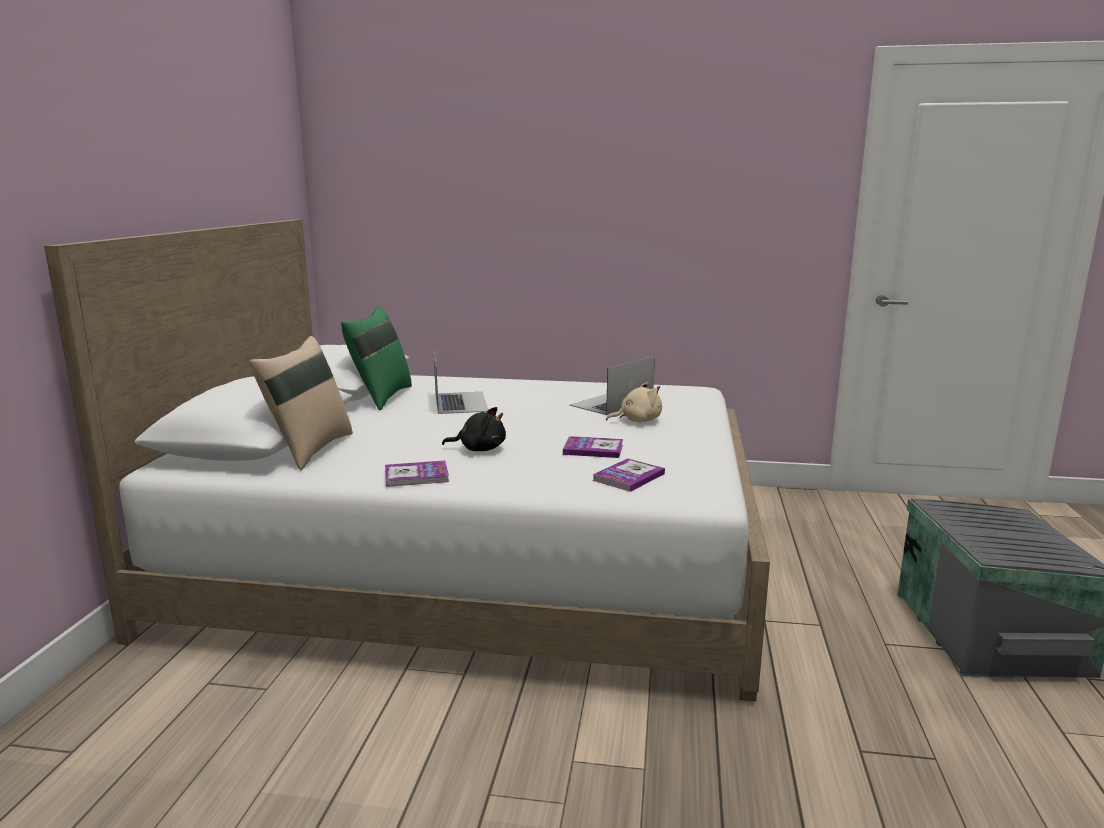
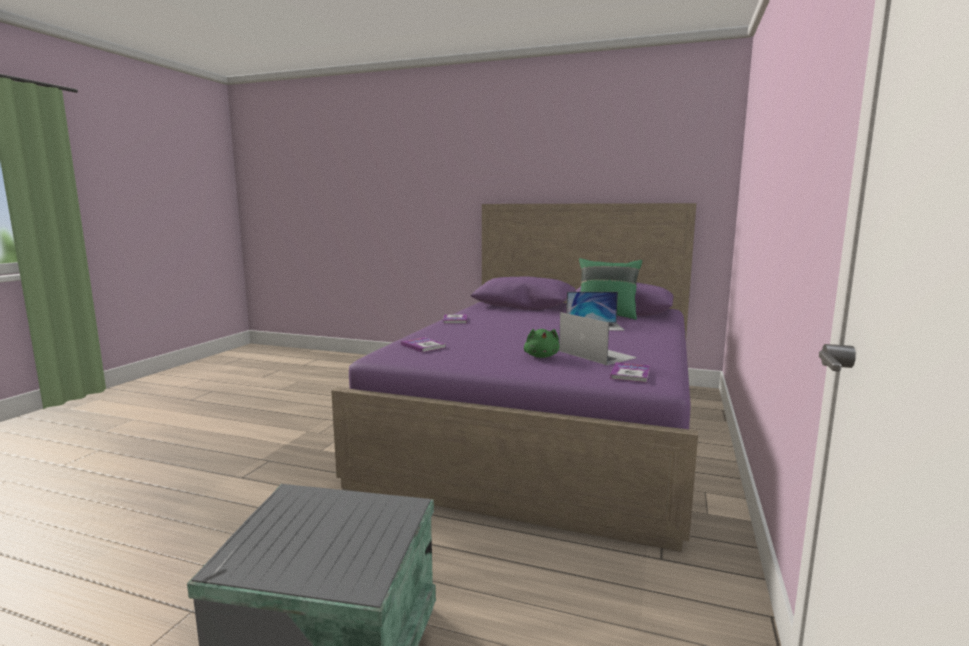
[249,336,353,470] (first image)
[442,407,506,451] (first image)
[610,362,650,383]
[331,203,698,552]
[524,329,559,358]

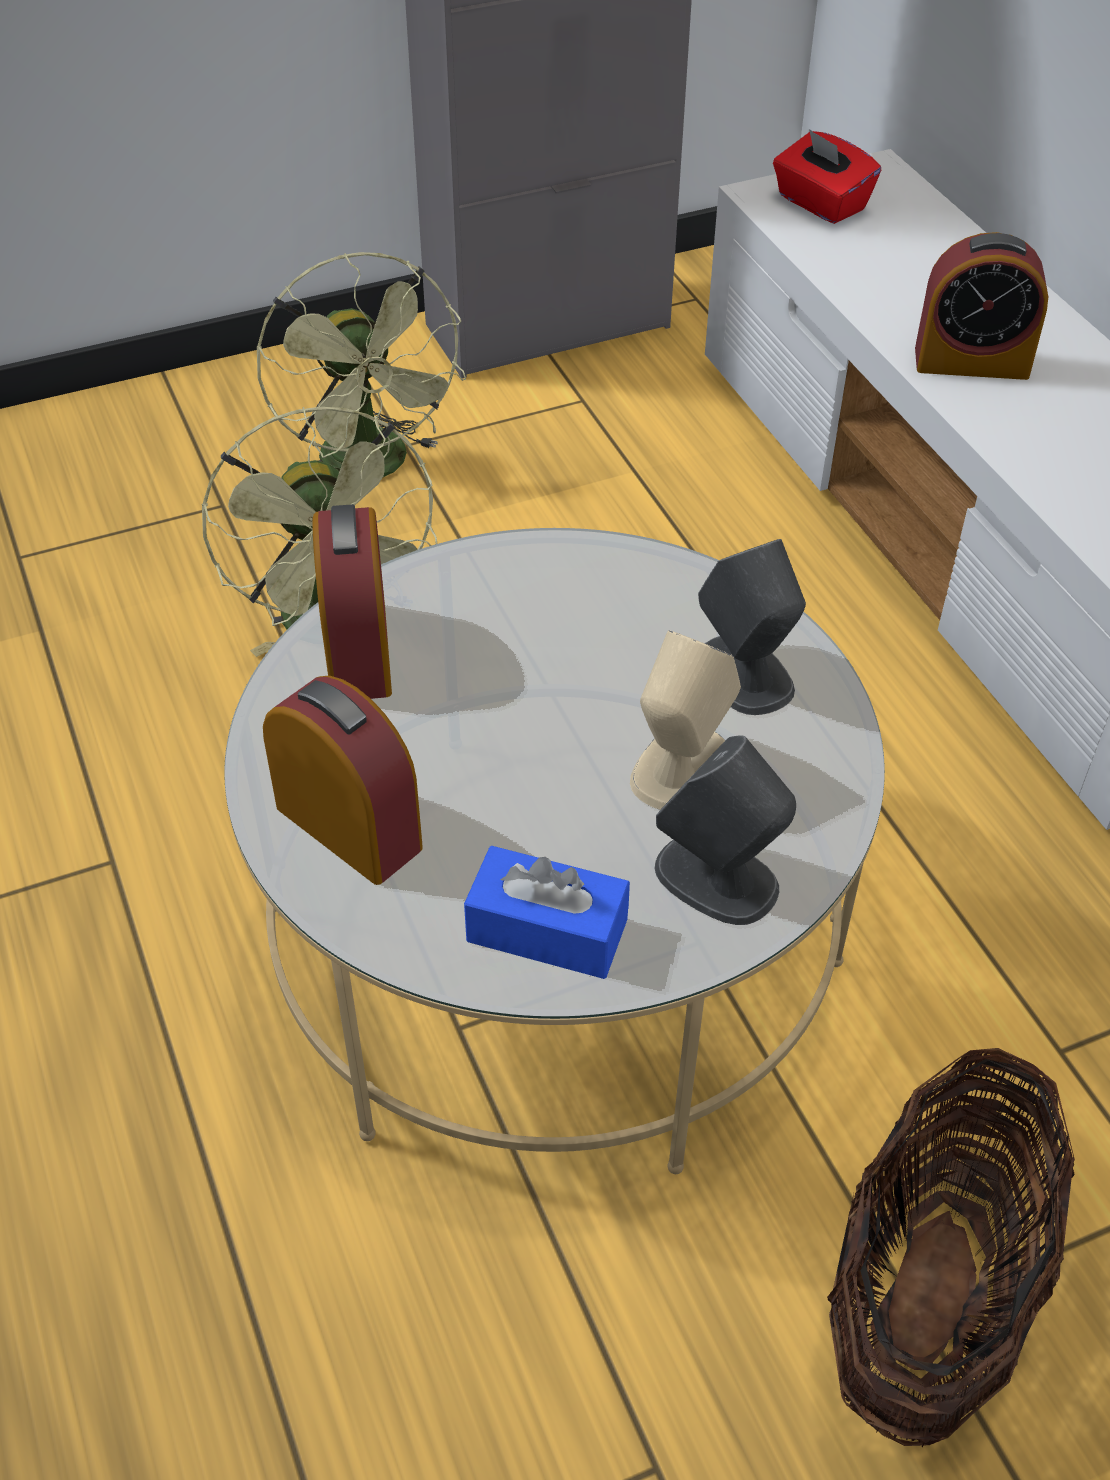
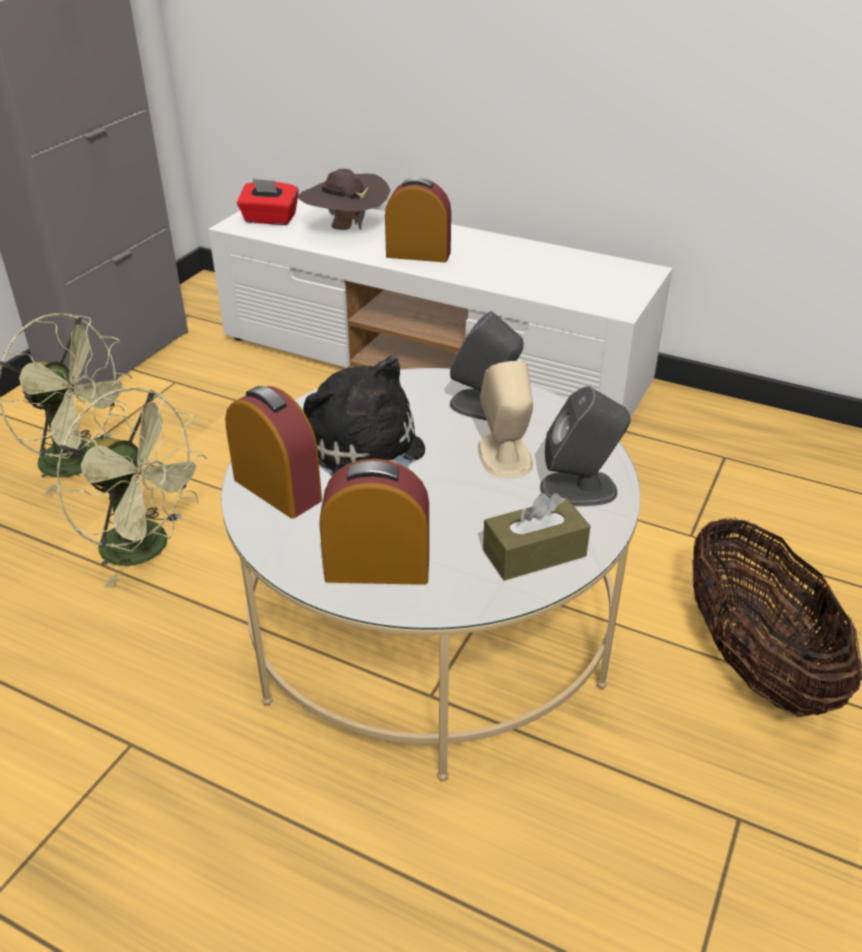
[297,169,391,230]
[303,356,425,476]
[483,493,591,580]
[385,177,451,262]

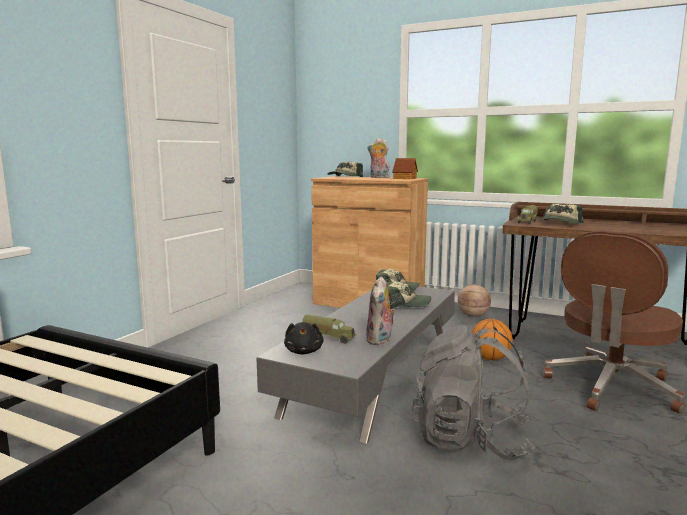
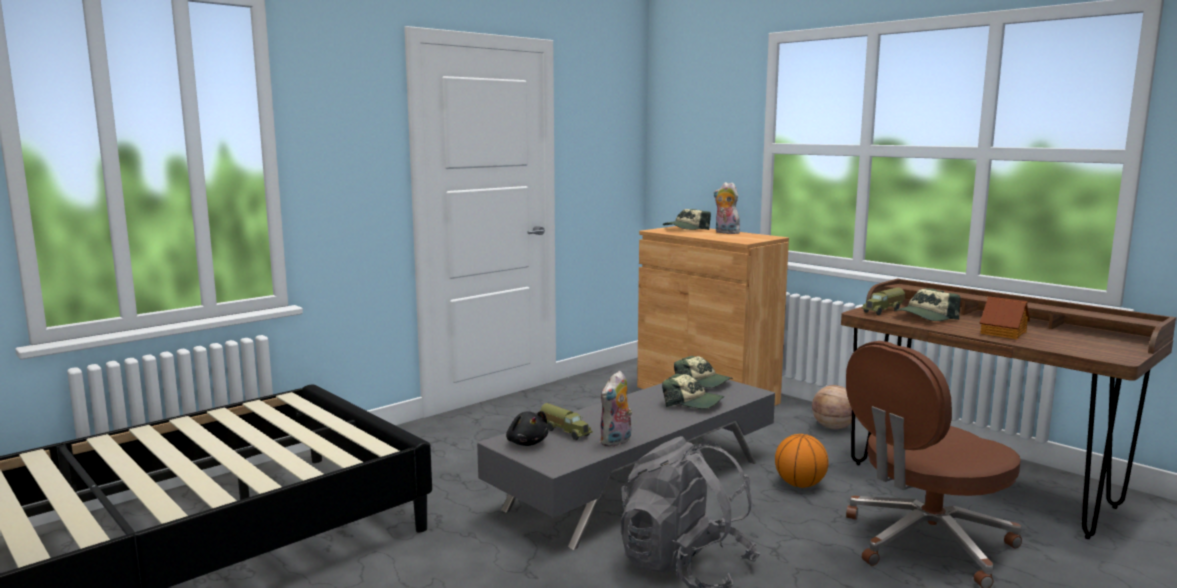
[980,296,1030,340]
[506,411,548,446]

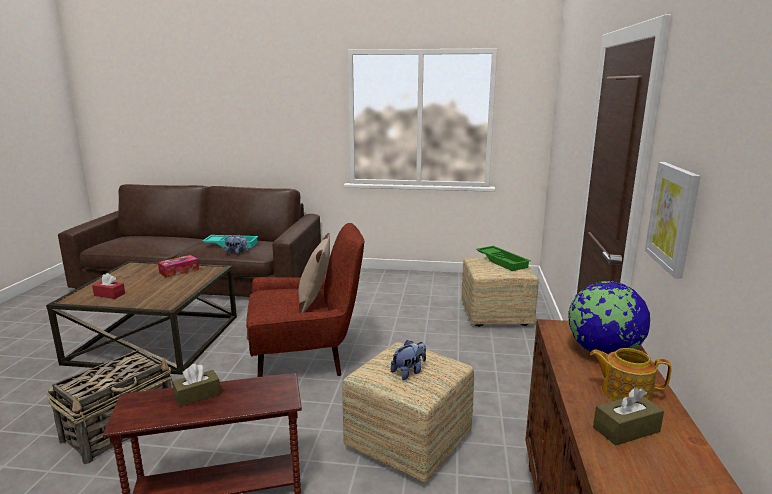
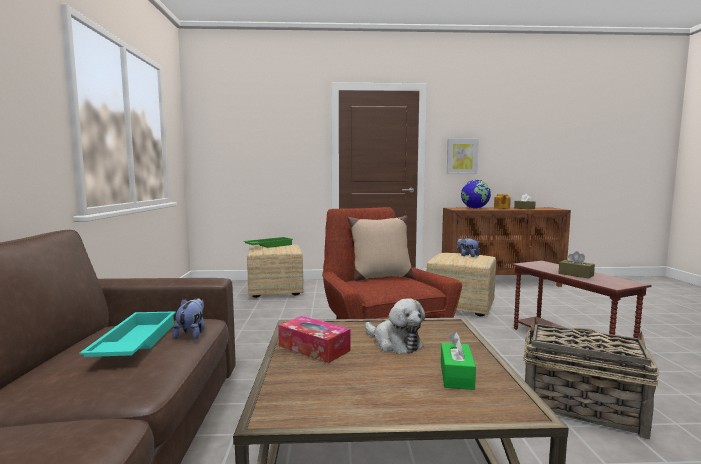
[365,298,425,354]
[441,332,476,390]

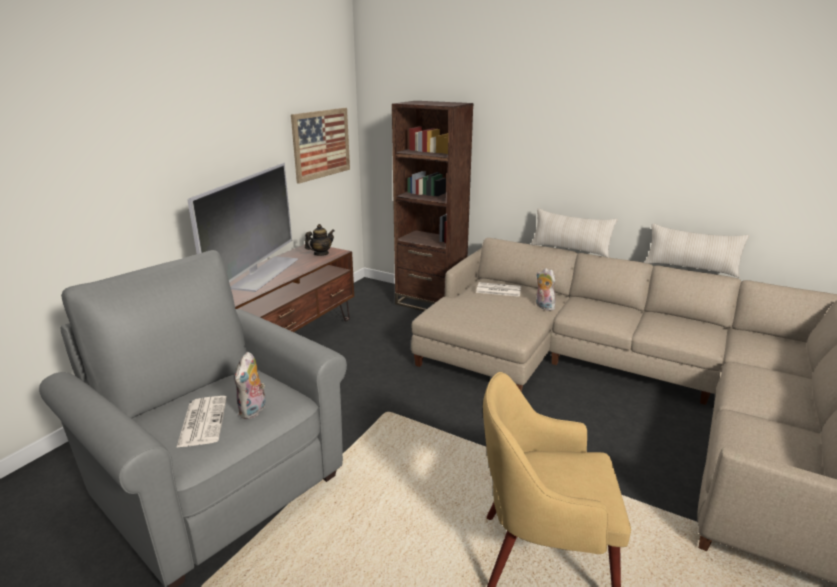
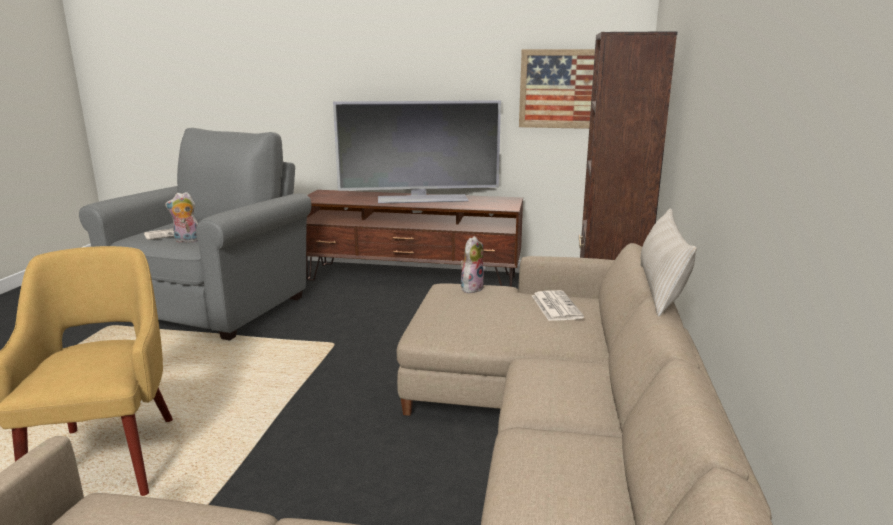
[305,224,335,256] (first image)
[644,223,750,278] (first image)
[460,236,484,293]

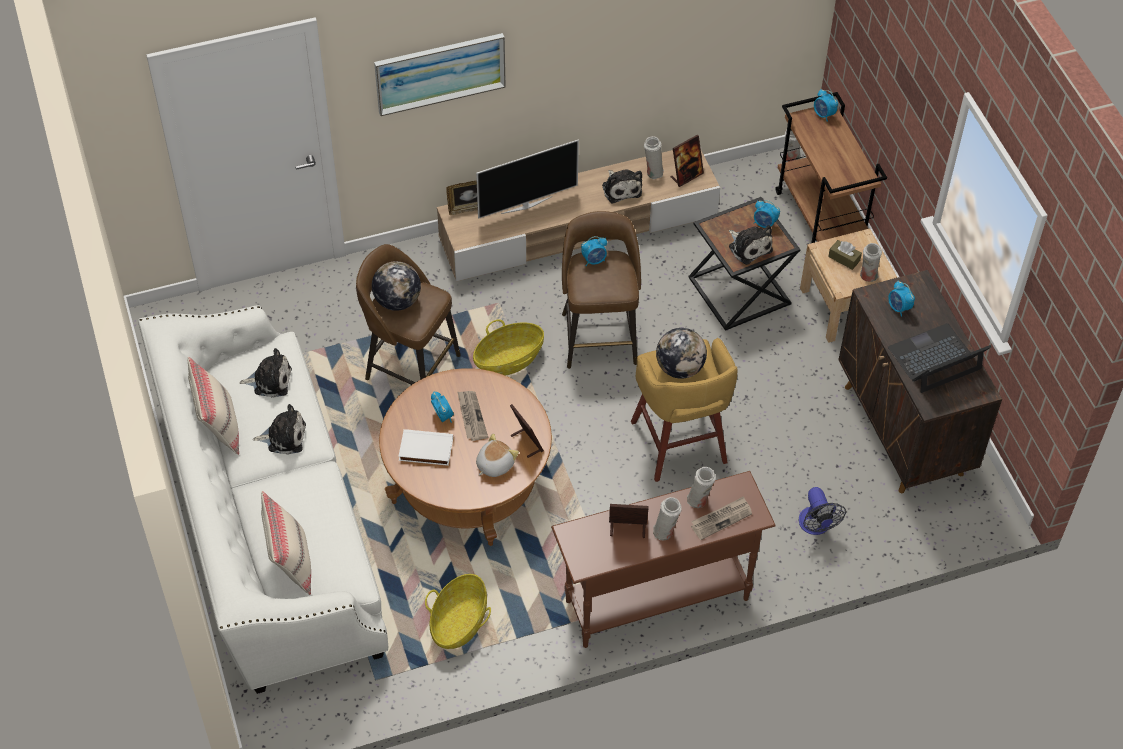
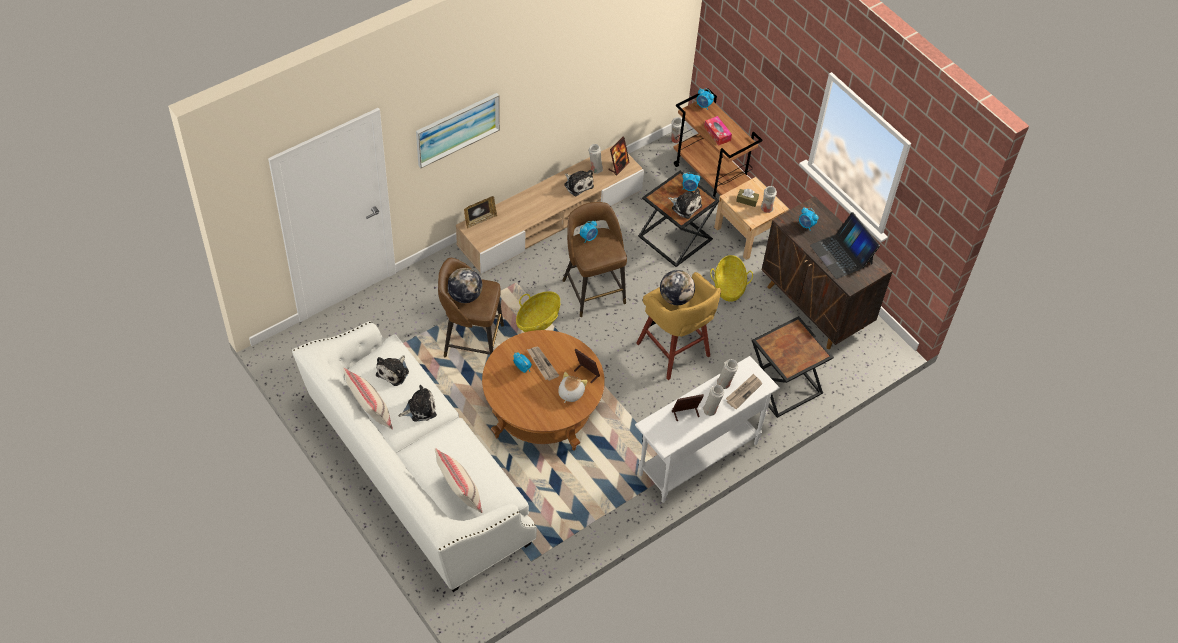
[398,429,453,466] (first image)
[476,140,579,219] (first image)
[704,116,732,146]
[710,255,753,302]
[752,316,834,418]
[635,356,780,503]
[376,355,409,386]
[810,212,880,279]

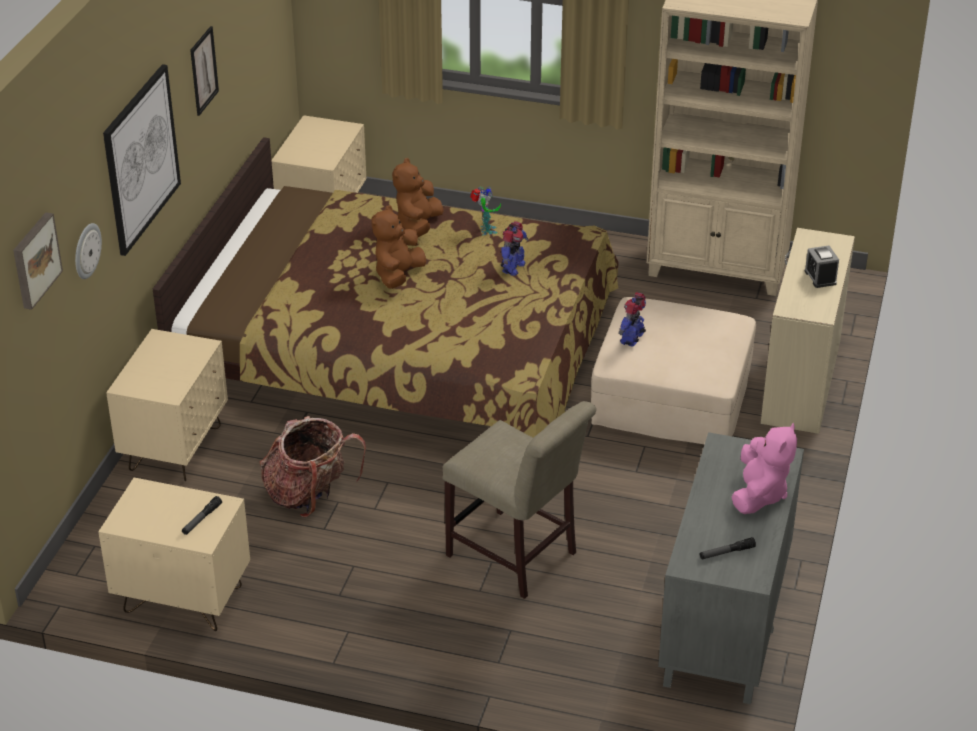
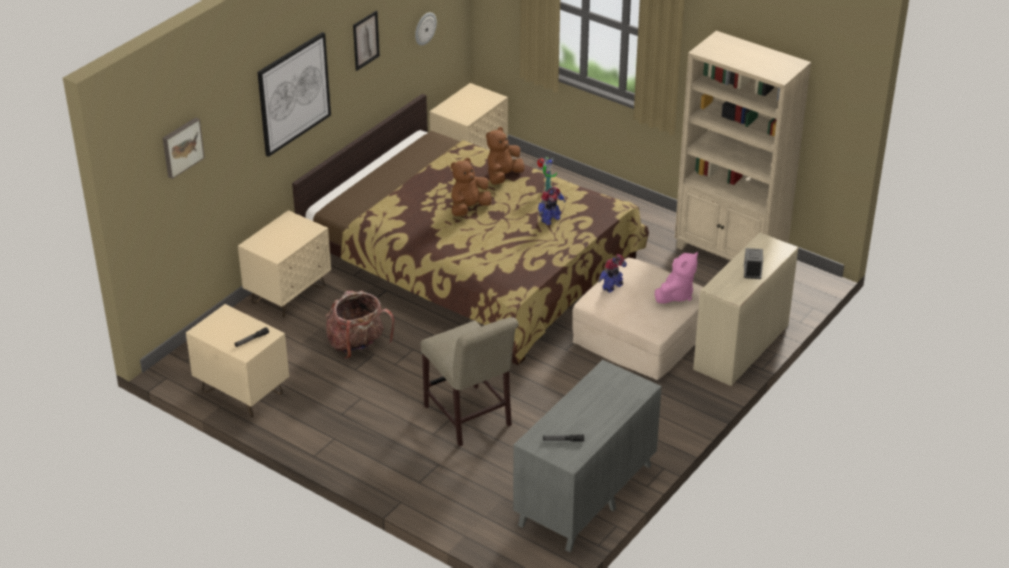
[415,12,437,45]
[655,252,698,304]

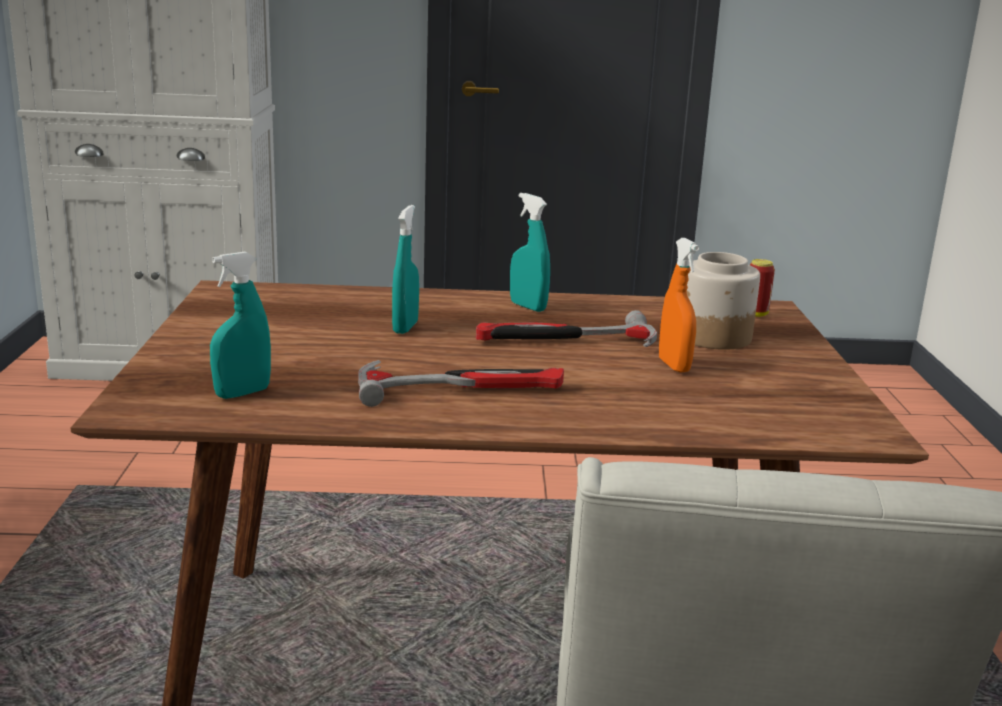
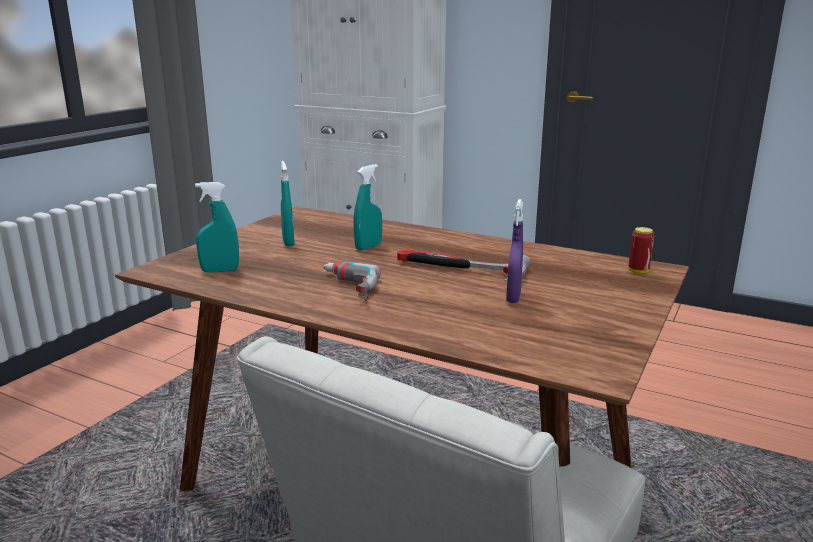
[687,252,760,350] (first image)
[281,161,295,247]
[323,261,381,301]
[506,199,523,303]

